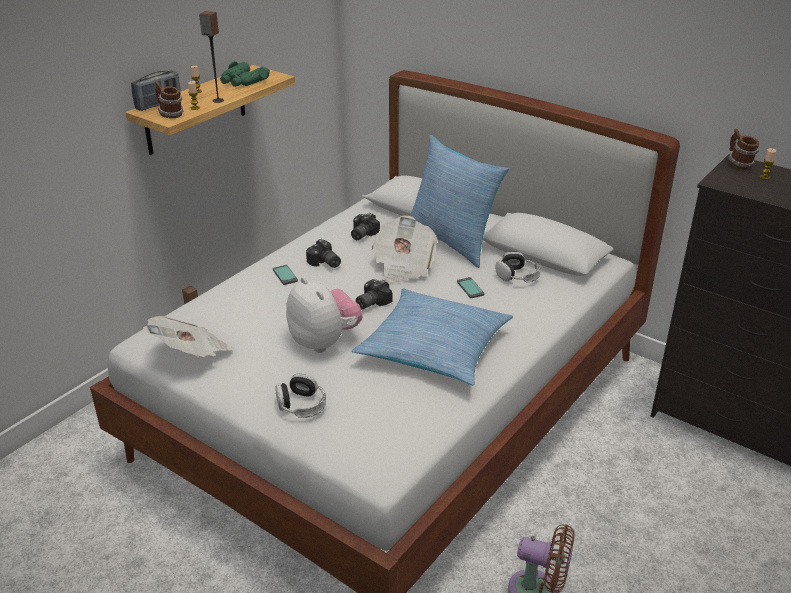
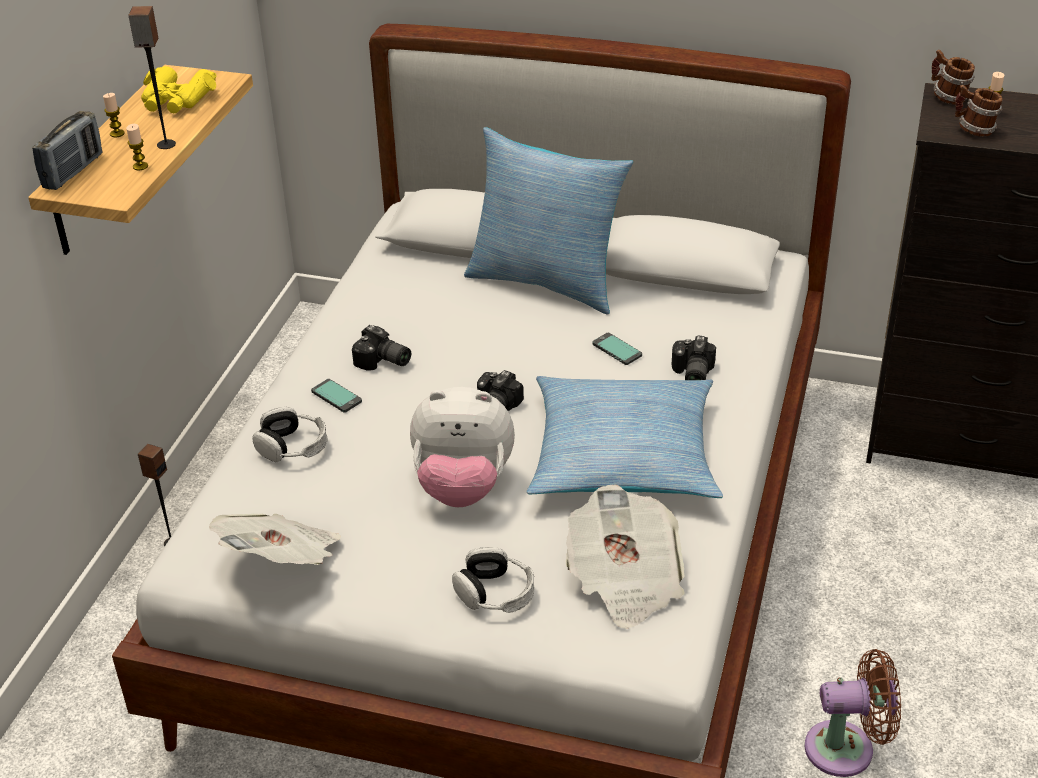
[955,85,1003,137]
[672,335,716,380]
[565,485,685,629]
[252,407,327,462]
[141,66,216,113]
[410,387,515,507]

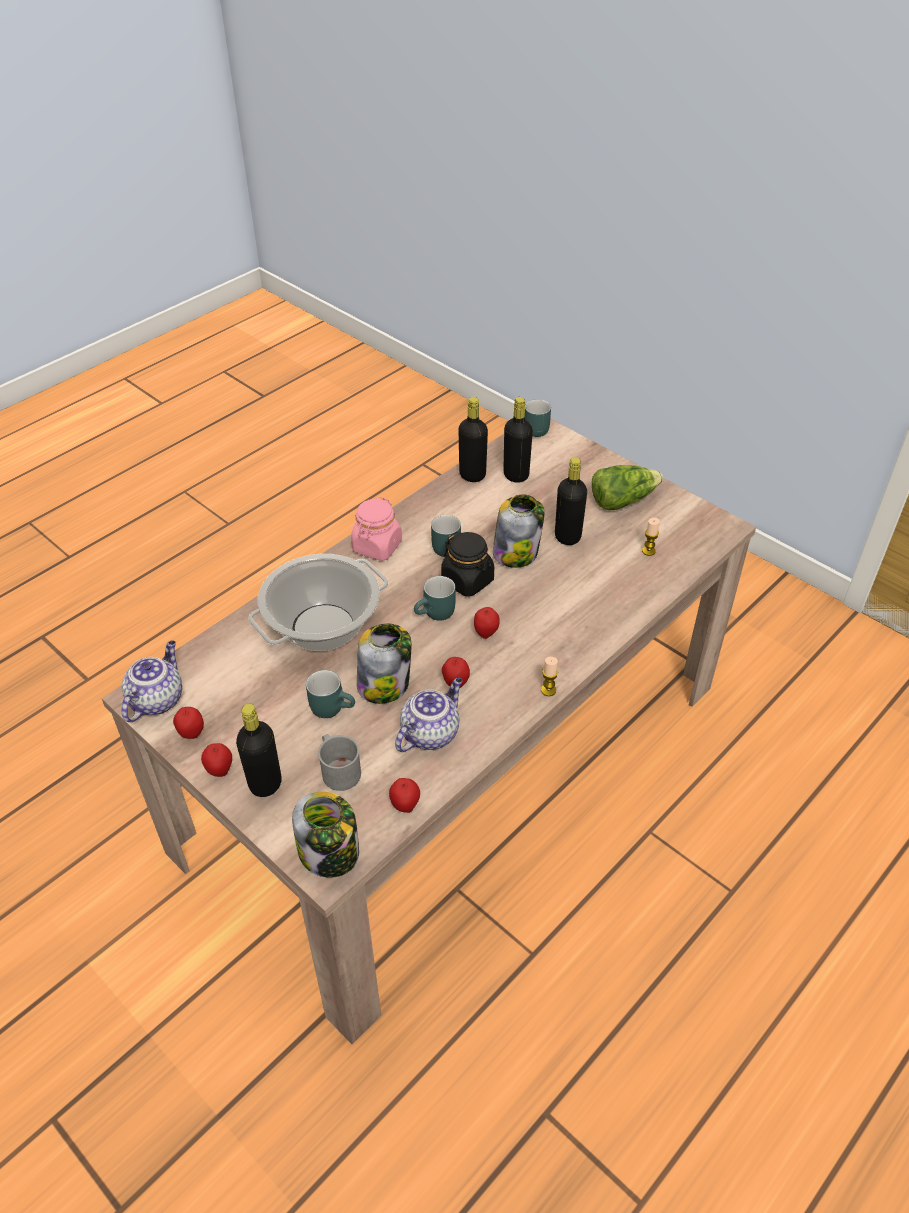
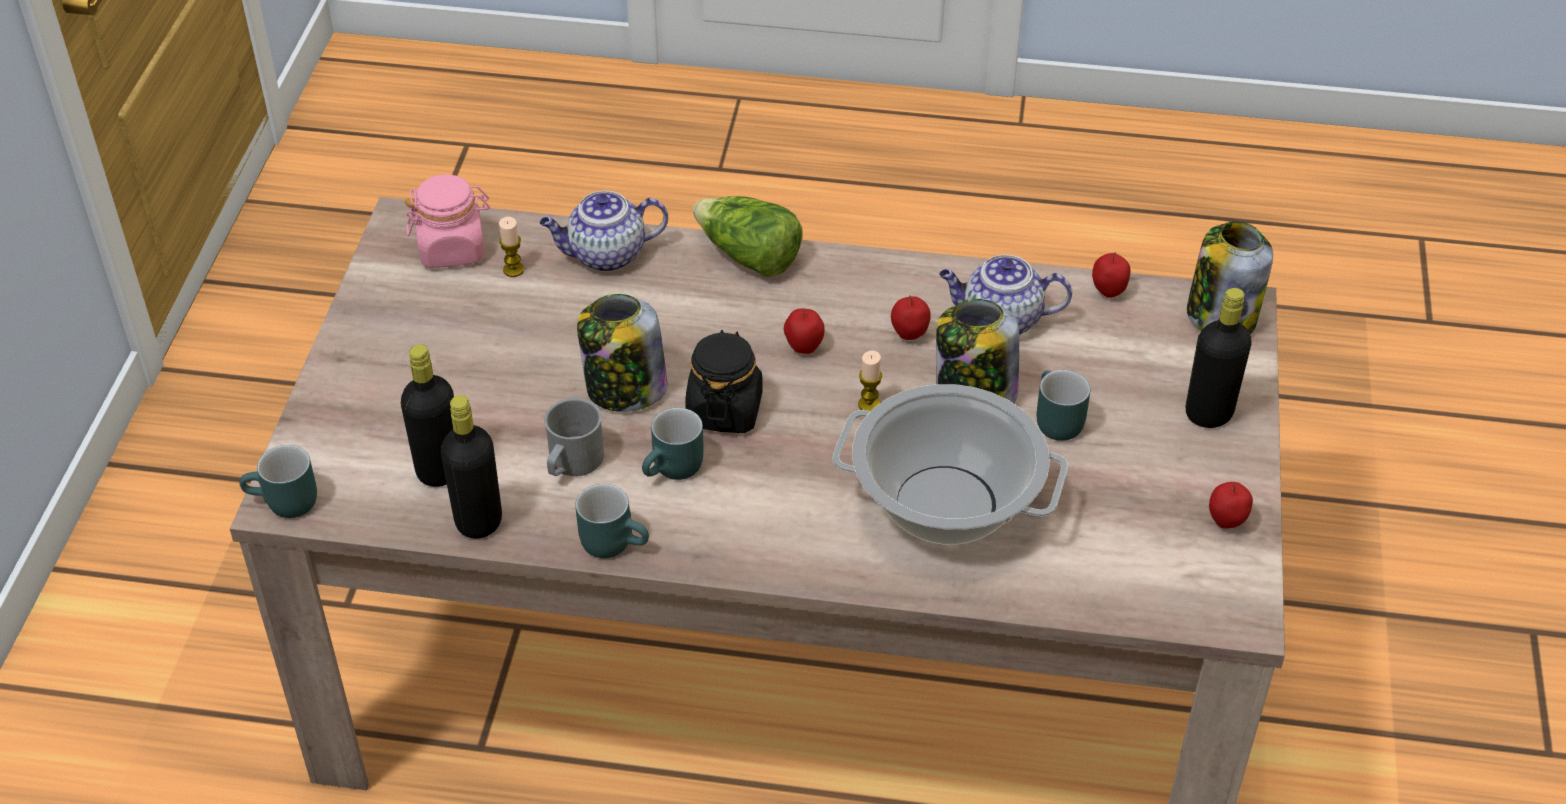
[201,743,232,777] (first image)
[555,457,587,545] (first image)
[539,191,668,272]
[544,398,604,476]
[405,174,490,268]
[575,484,649,558]
[858,351,882,411]
[693,196,803,277]

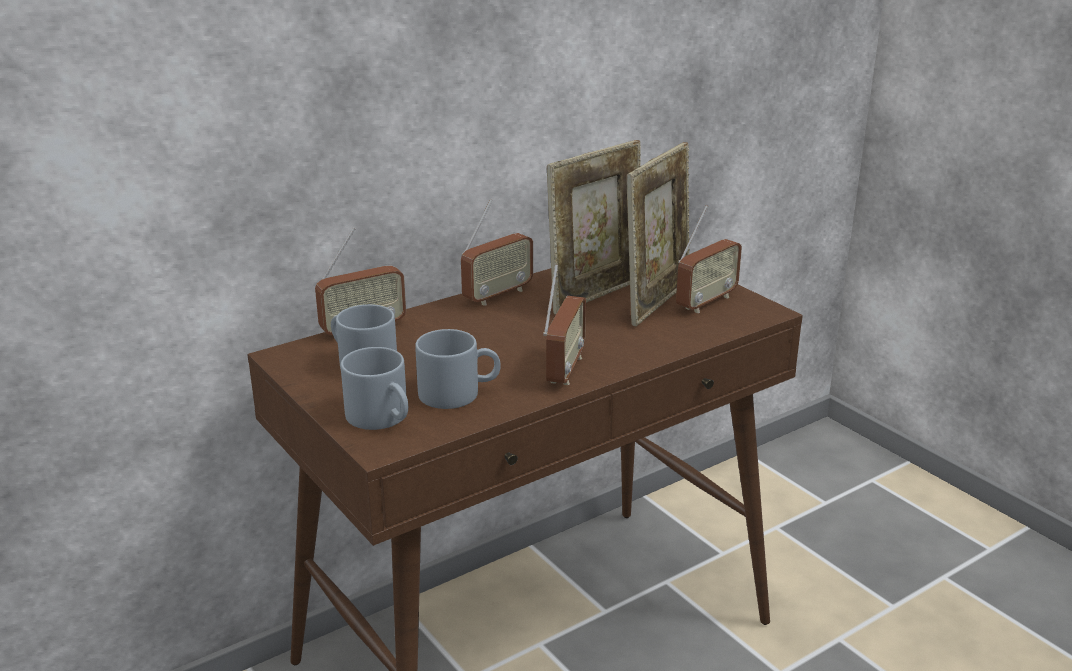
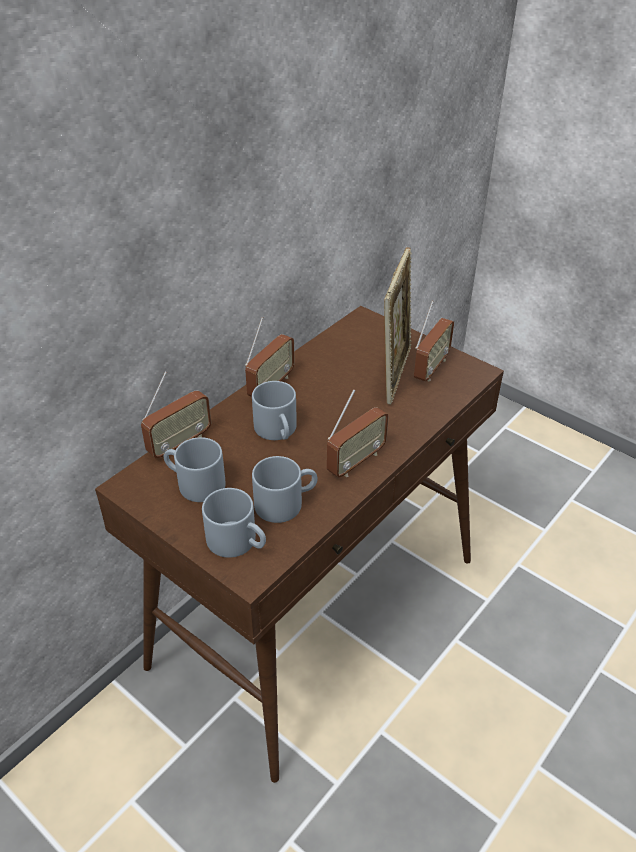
[547,140,641,315] (first image)
[252,381,297,440]
[327,389,389,477]

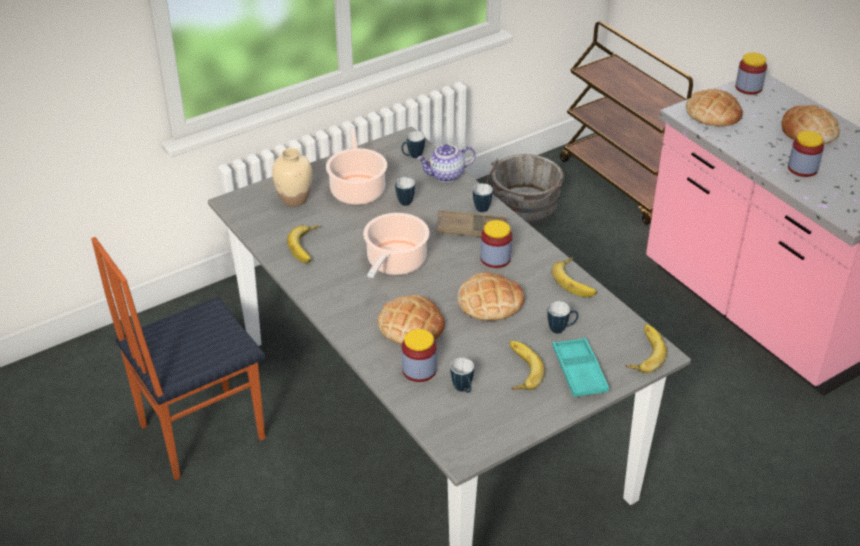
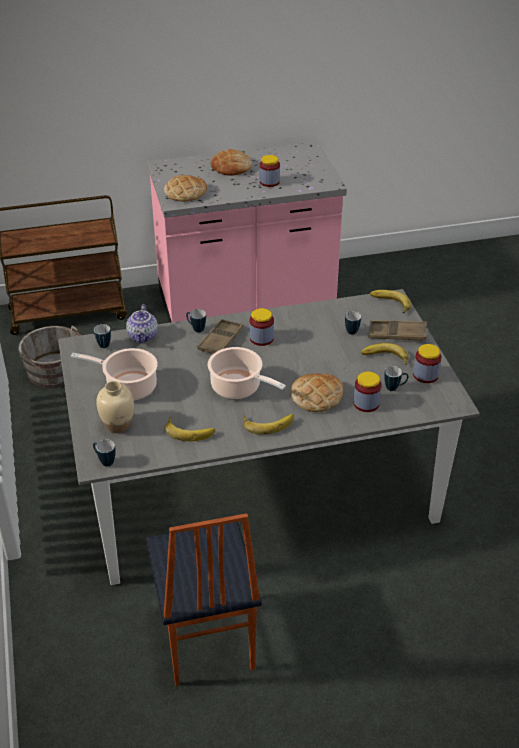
[458,272,525,321] (first image)
[93,439,116,467]
[243,414,294,435]
[413,344,441,383]
[368,320,427,340]

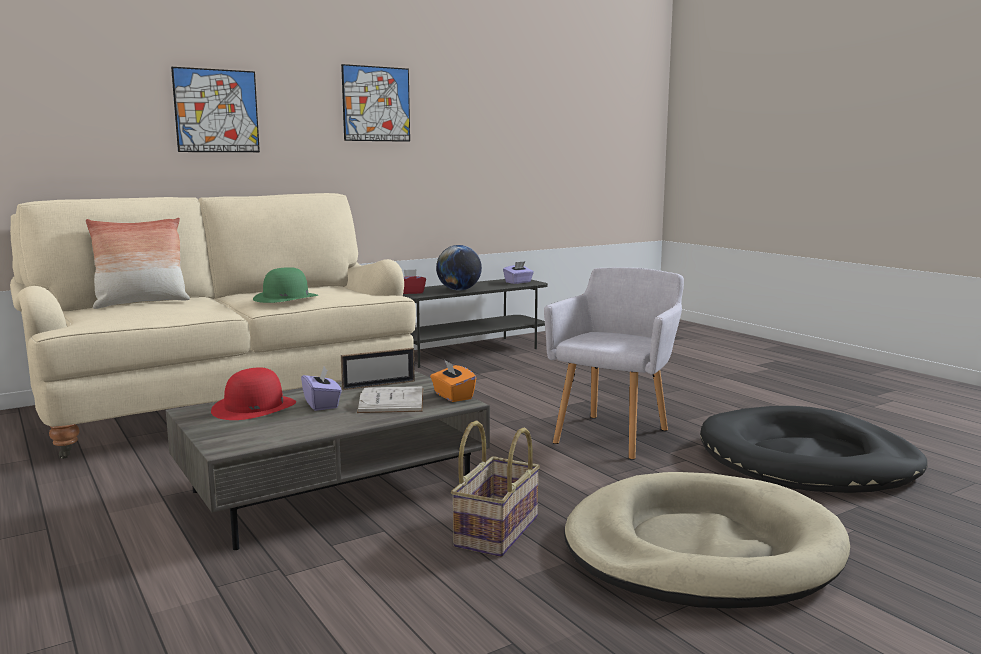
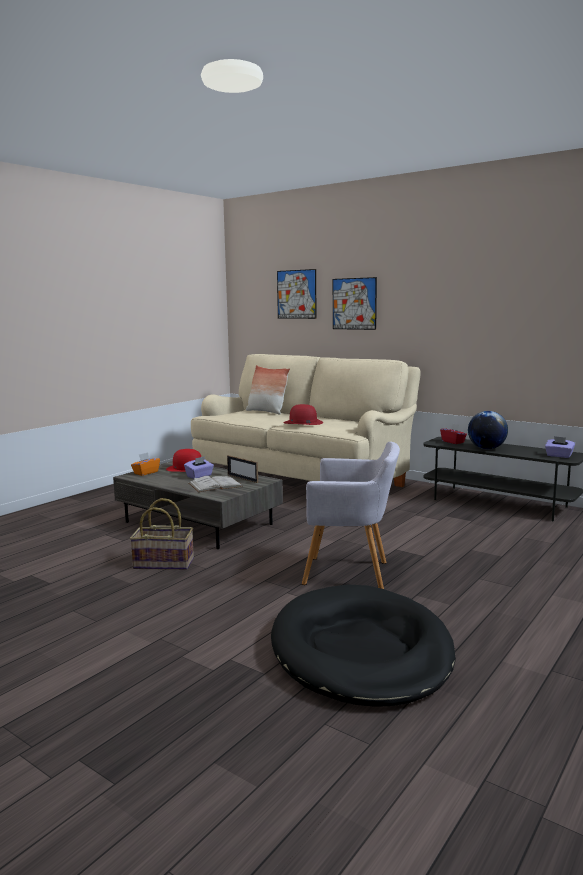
[564,472,850,608] (first image)
[277,269,317,319]
[131,452,160,476]
[284,404,323,425]

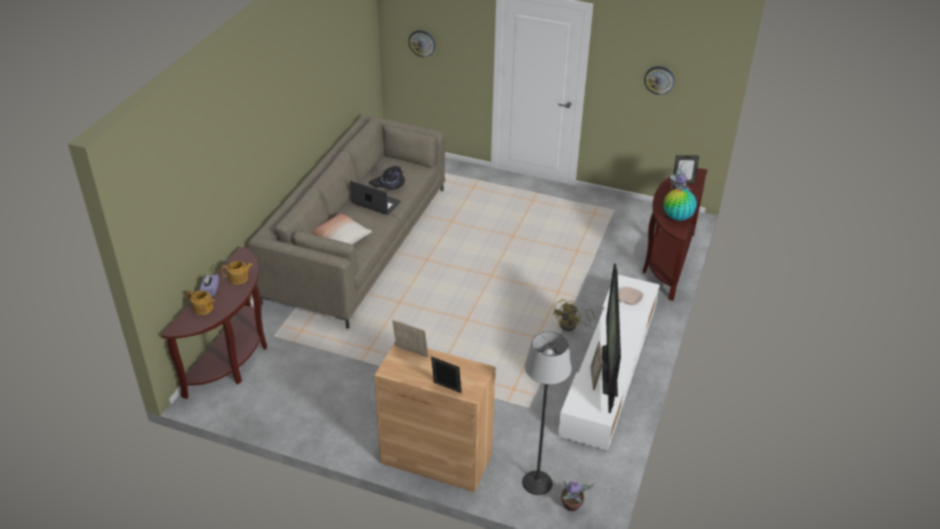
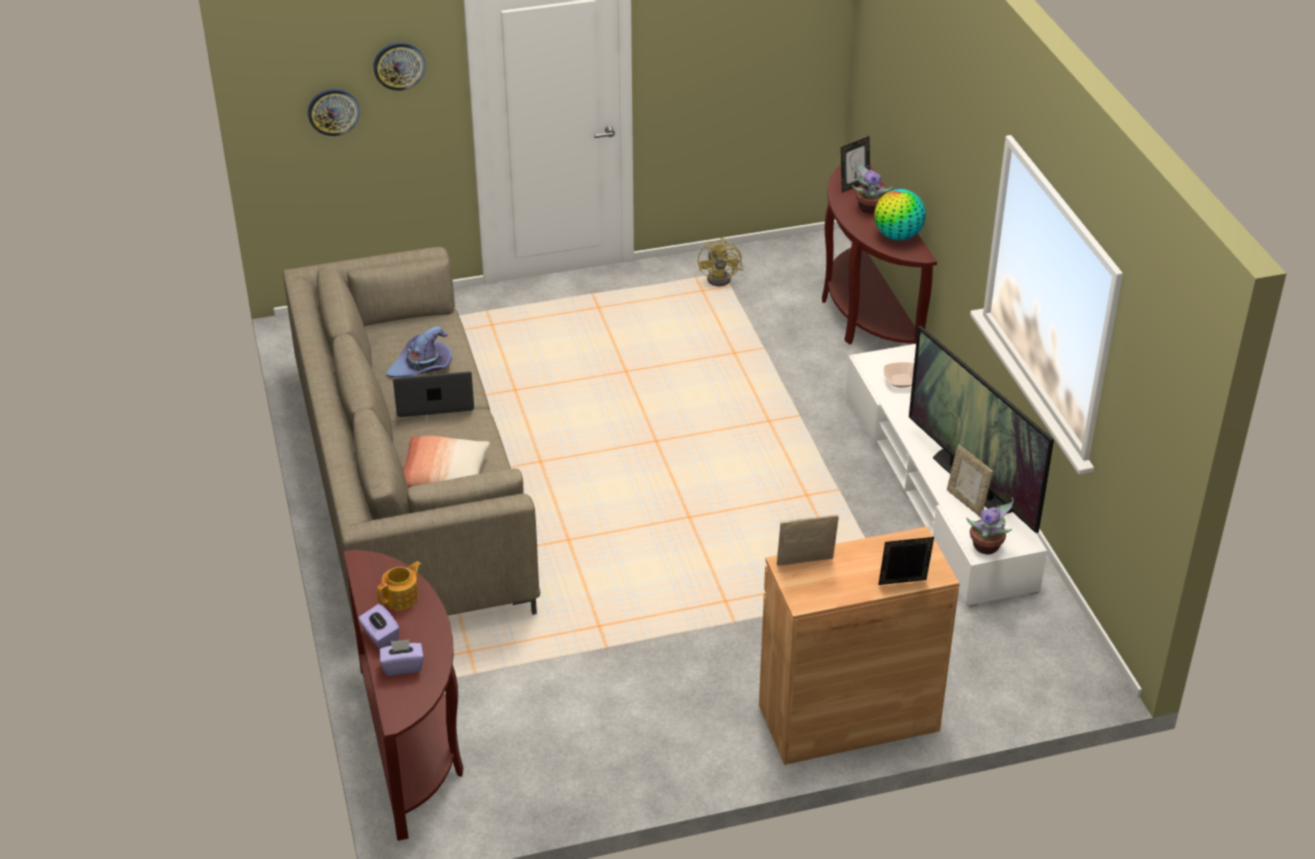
[522,331,571,495] (first image)
[698,238,744,286]
[966,497,1014,554]
[373,42,426,91]
[380,639,424,676]
[387,326,452,377]

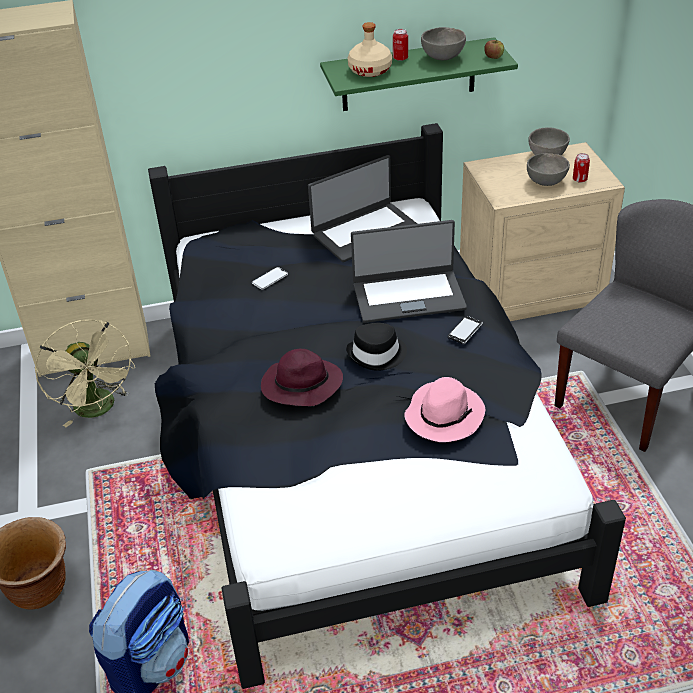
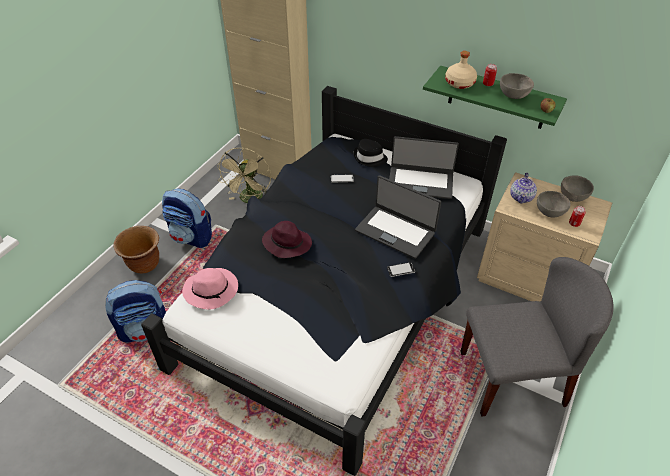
[162,188,212,248]
[510,173,537,204]
[354,139,388,167]
[182,268,238,309]

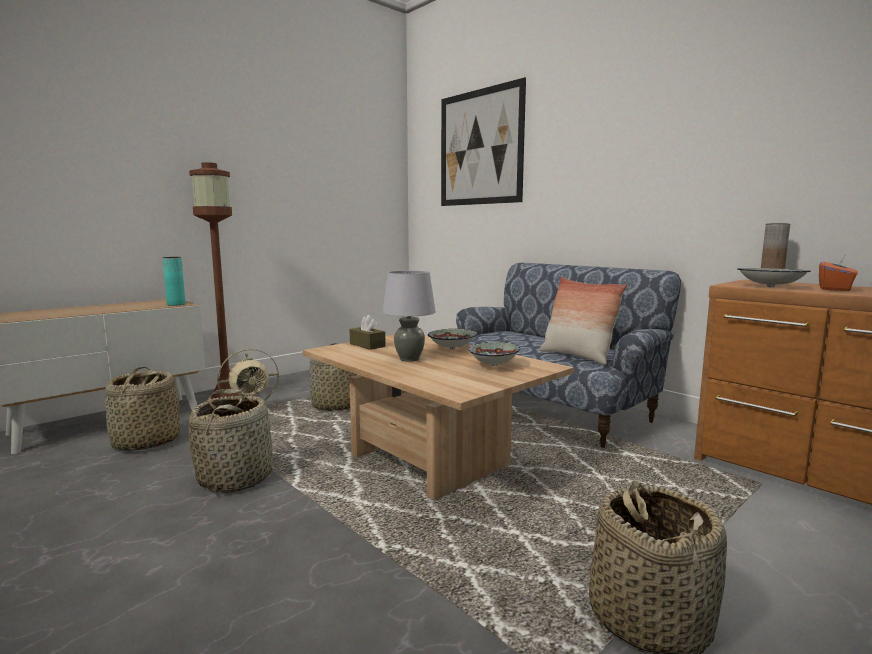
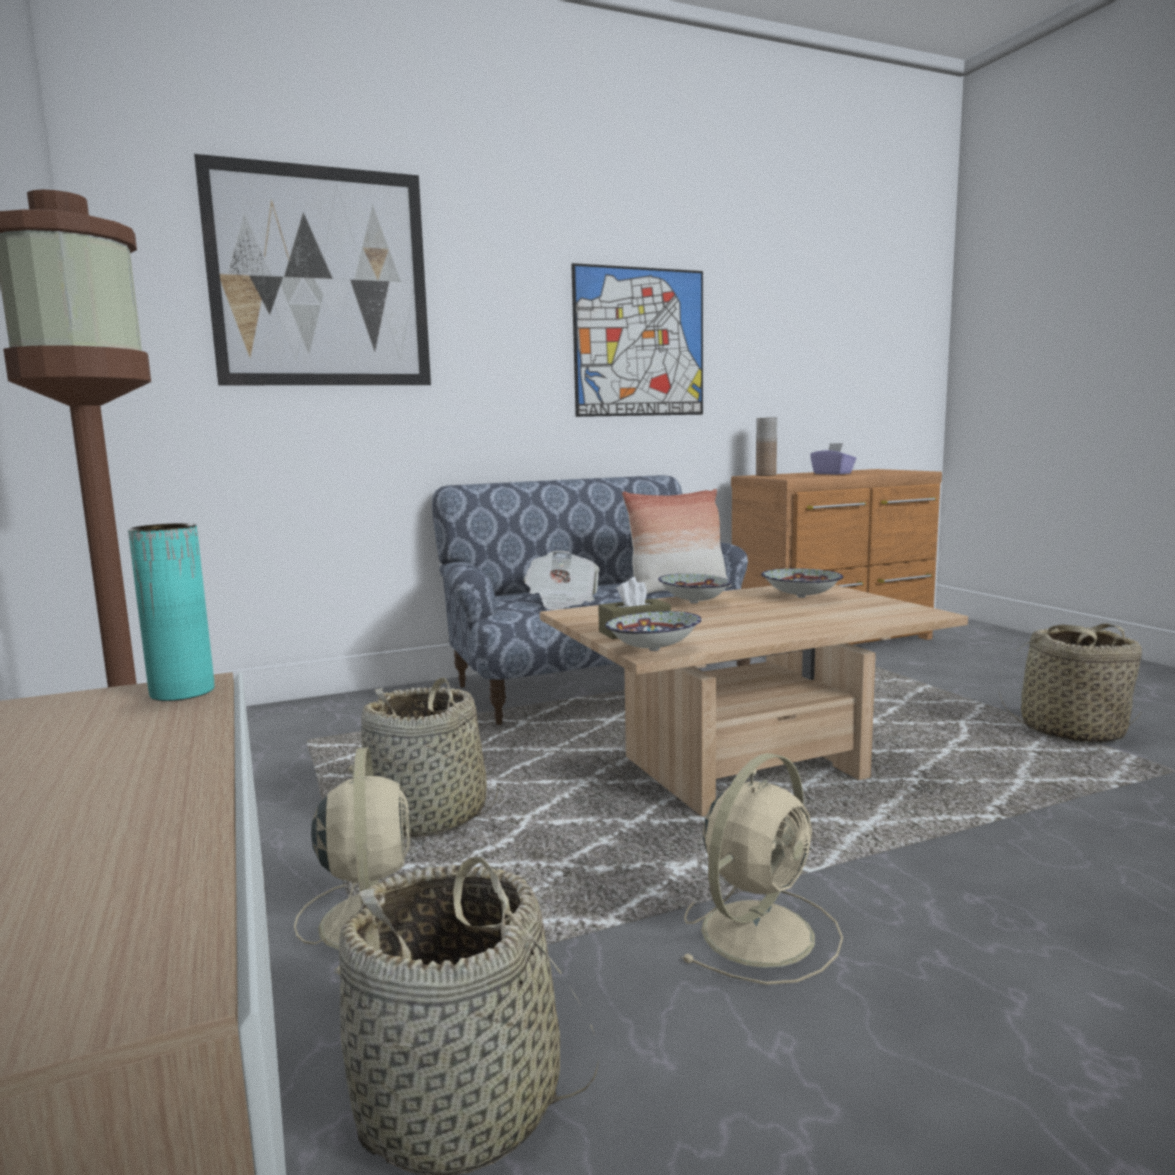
[383,270,436,362] (first image)
[524,551,600,610]
[571,263,703,417]
[605,611,702,651]
[681,753,843,985]
[810,443,856,475]

